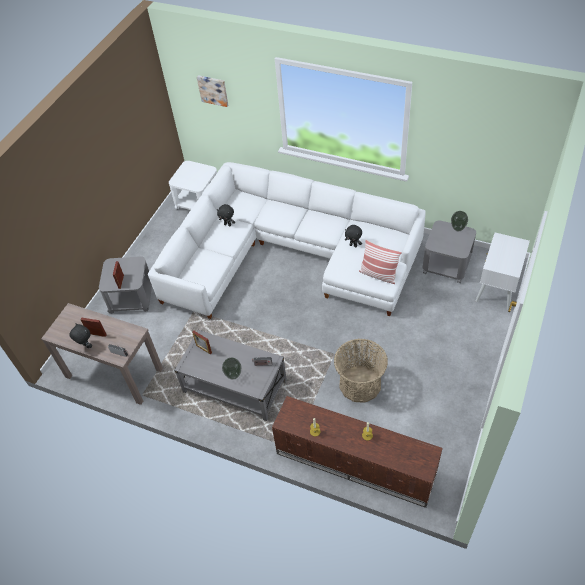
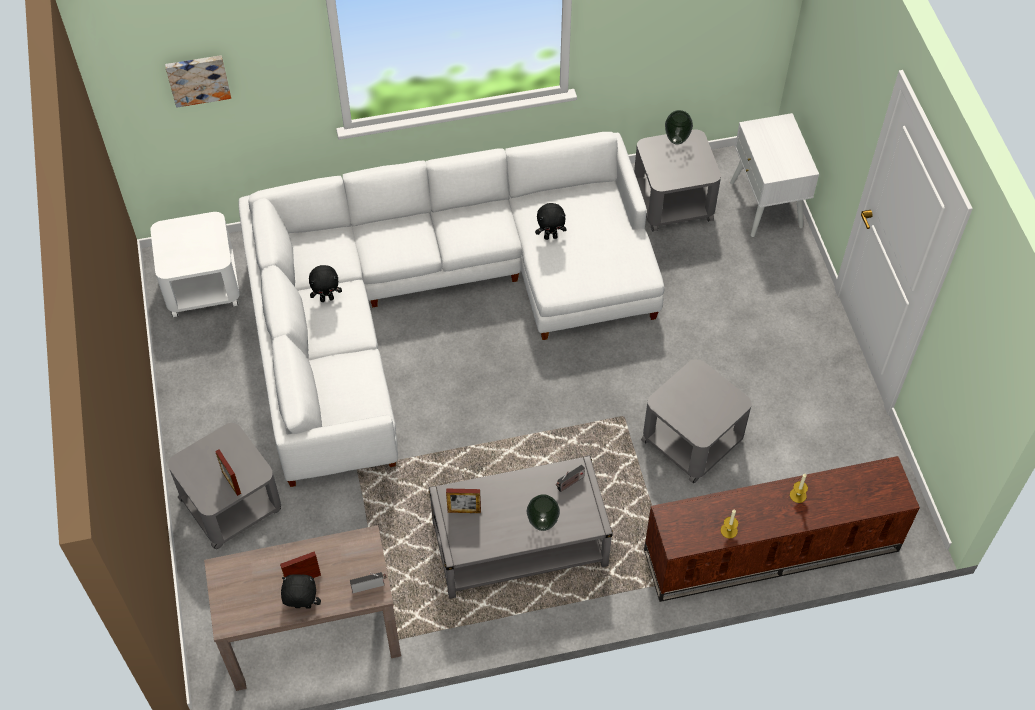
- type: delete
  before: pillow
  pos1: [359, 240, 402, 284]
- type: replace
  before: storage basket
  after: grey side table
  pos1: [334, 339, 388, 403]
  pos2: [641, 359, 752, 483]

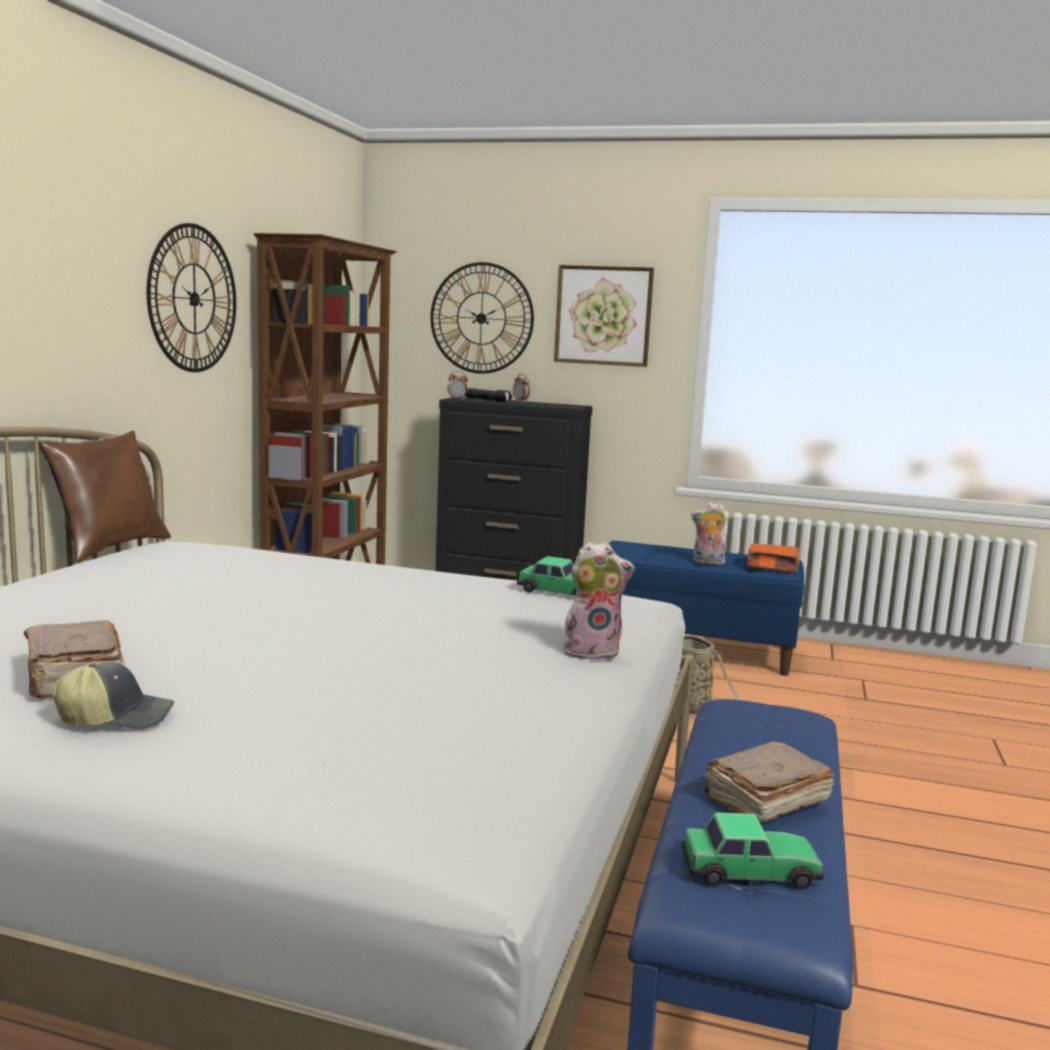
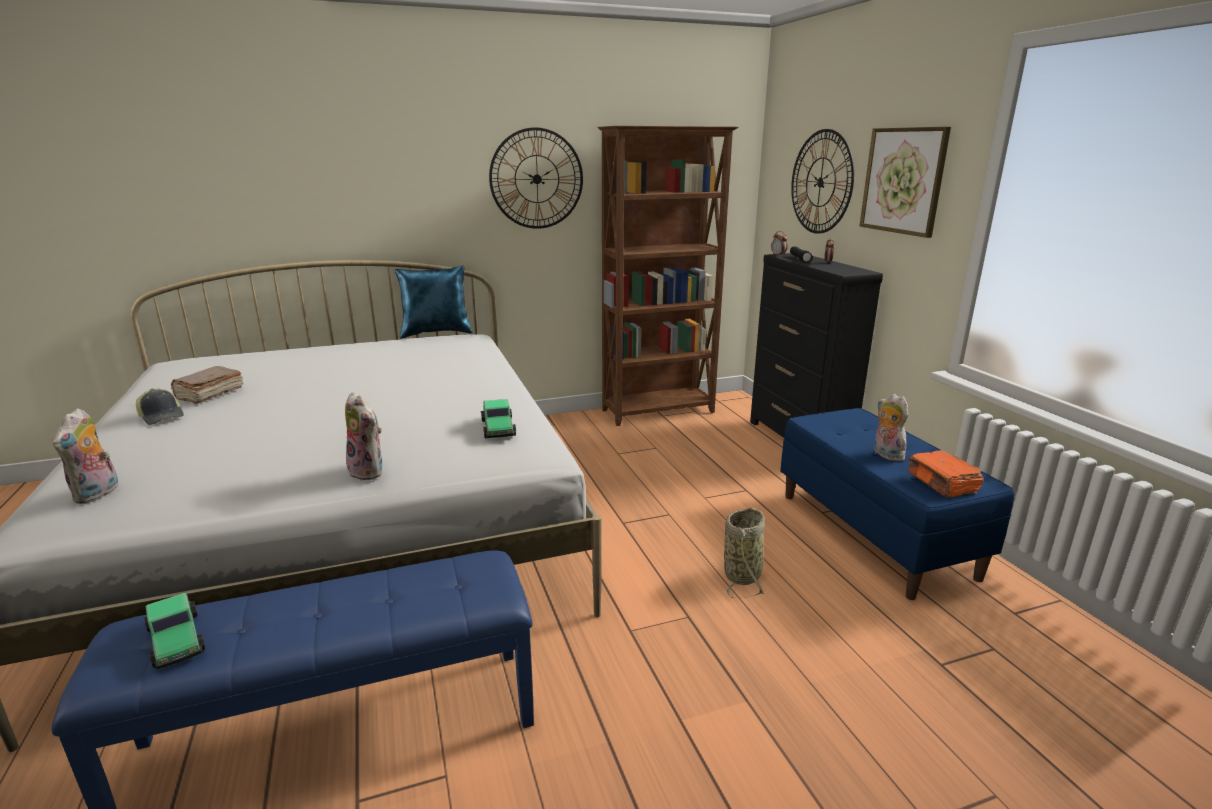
- type: recolor
  before: brown-coloured pillow
  after: bluish pillow
  pos1: [39, 430, 171, 563]
  pos2: [395, 266, 473, 338]
- type: delete
  before: brown-coloured bound book
  pos1: [704, 741, 834, 824]
- type: insert
  after: plush toy
  pos2: [52, 408, 118, 504]

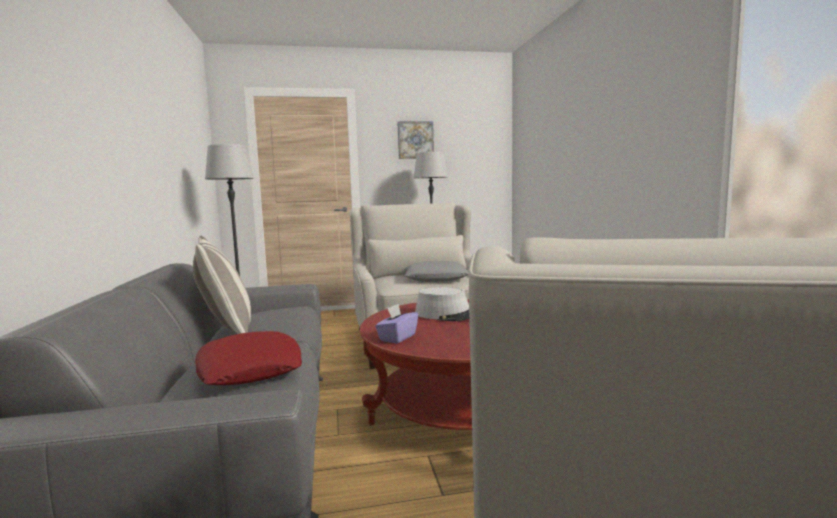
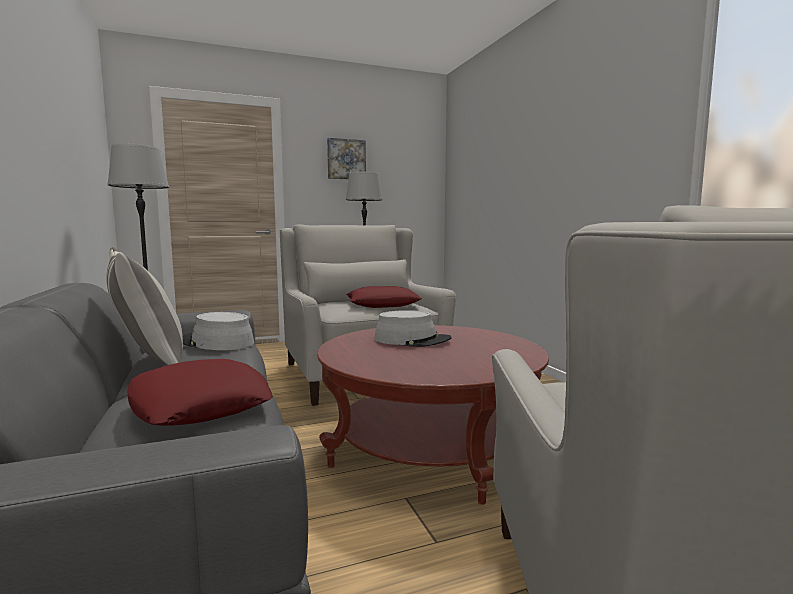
- type: recolor
  before: grey pillow
  after: red-coloured pillow
  pos1: [404, 261, 469, 282]
  pos2: [346, 286, 422, 308]
- type: delete
  before: purplish box of tissues
  pos1: [375, 304, 418, 344]
- type: insert
  after: grey clothing hat
  pos2: [183, 312, 254, 350]

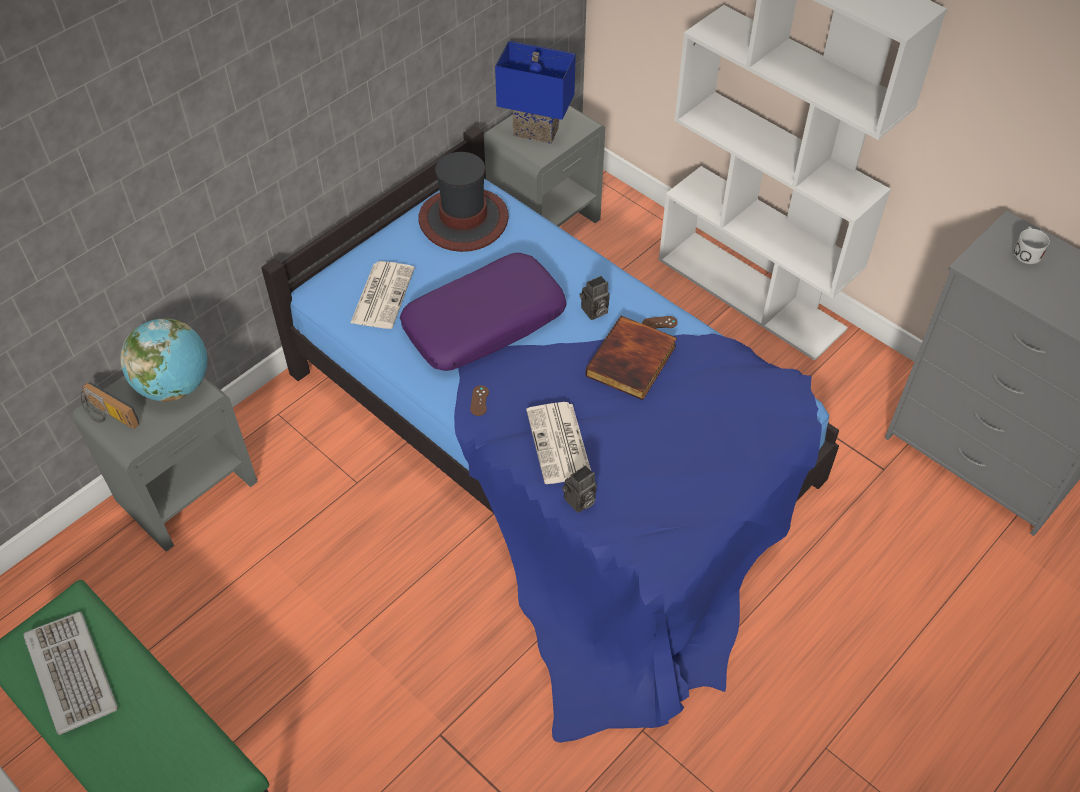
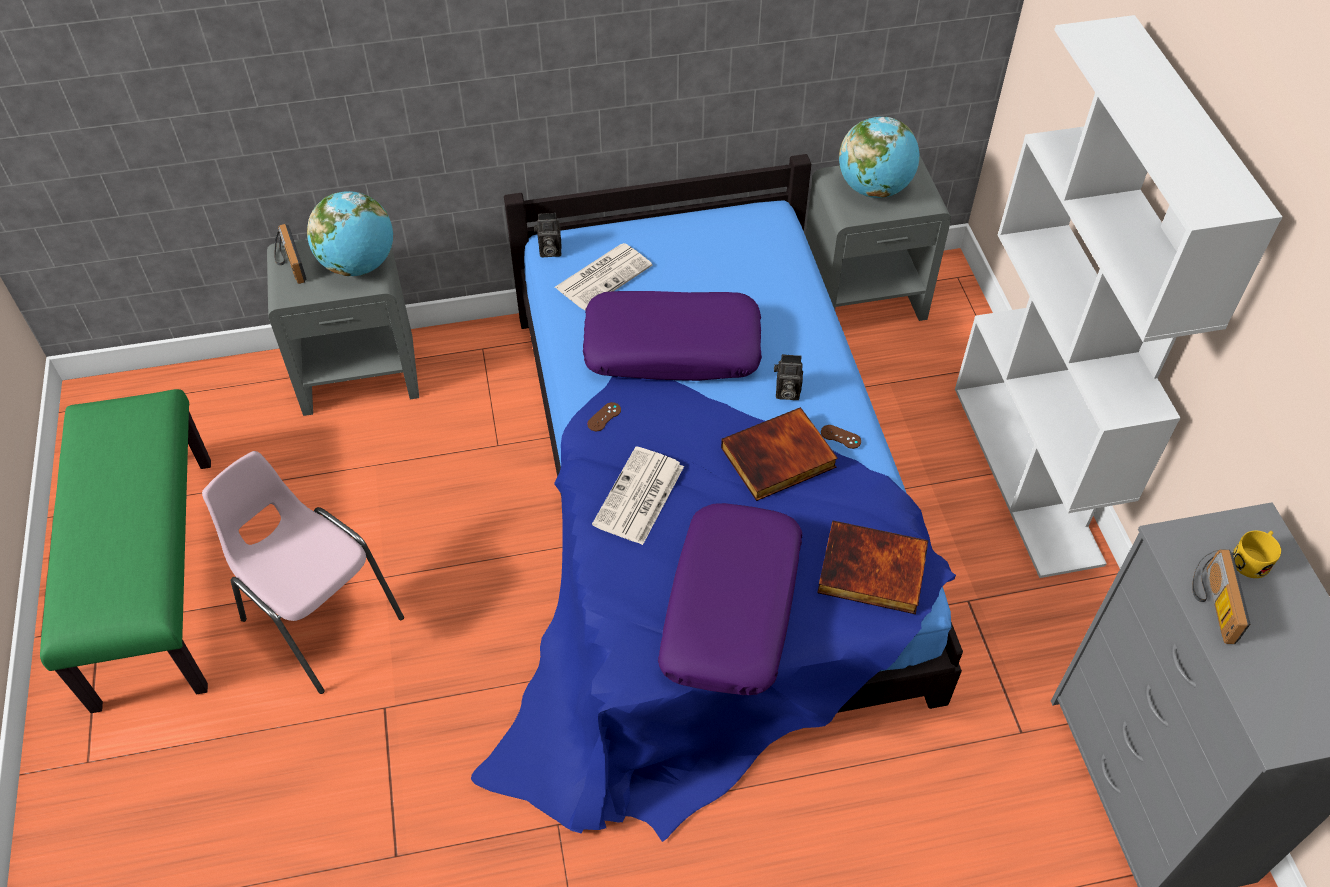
- type: replace
  before: bluish tabletop lamp
  after: globe
  pos1: [495, 41, 576, 144]
  pos2: [839, 117, 919, 198]
- type: delete
  before: clothing hat
  pos1: [418, 152, 509, 252]
- type: recolor
  before: white-coloured tea mug
  after: yellow-coloured tea mug
  pos1: [1013, 226, 1050, 264]
  pos2: [1232, 531, 1281, 578]
- type: move
  before: photo camera
  pos1: [562, 465, 597, 513]
  pos2: [534, 213, 561, 257]
- type: delete
  before: keyboard
  pos1: [24, 612, 118, 735]
- type: insert
  after: pinkish chair
  pos2: [202, 451, 404, 694]
- type: insert
  after: purplish pillow
  pos2: [658, 503, 803, 695]
- type: insert
  after: bound book
  pos2: [817, 520, 928, 614]
- type: insert
  after: radio receiver
  pos2: [1192, 549, 1250, 644]

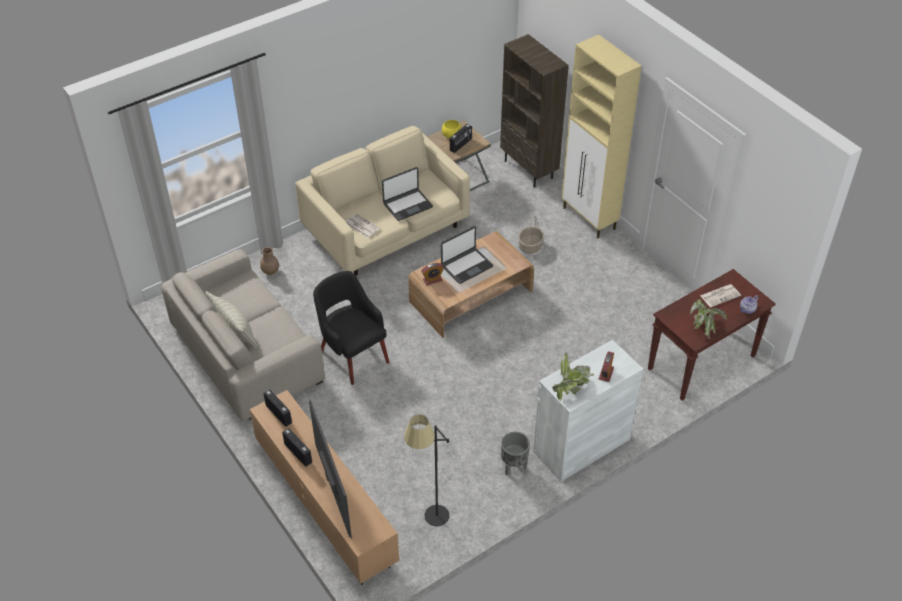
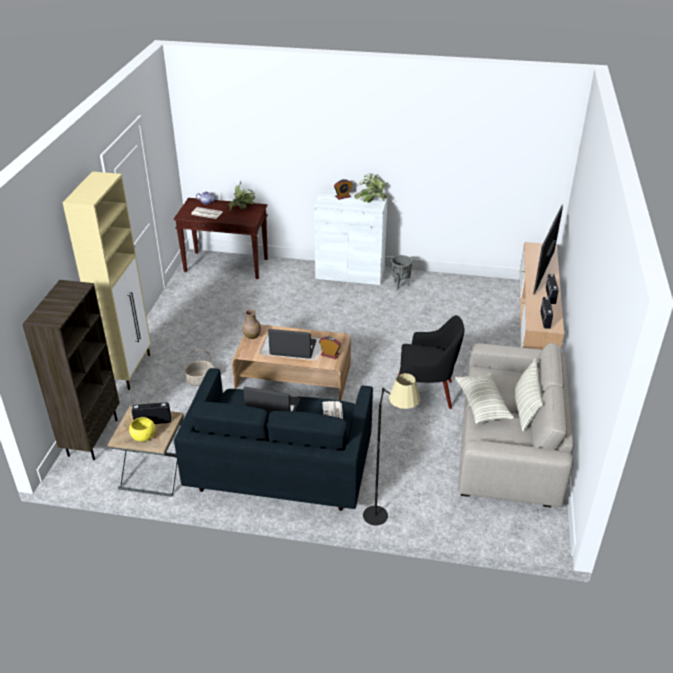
- type: recolor
  before: beige-coloured settee
  after: bluish settee
  pos1: [295, 126, 470, 276]
  pos2: [174, 368, 373, 511]
- type: move
  before: brown-coloured decorative vase
  pos1: [260, 247, 279, 275]
  pos2: [242, 309, 261, 339]
- type: rotate
  before: black-coloured lounge chair
  pos1: [313, 271, 389, 385]
  pos2: [399, 315, 465, 409]
  turn: -90
- type: move
  before: black-coloured standing lamp
  pos1: [404, 414, 450, 526]
  pos2: [363, 373, 421, 526]
- type: insert
  after: pillow
  pos2: [455, 373, 514, 424]

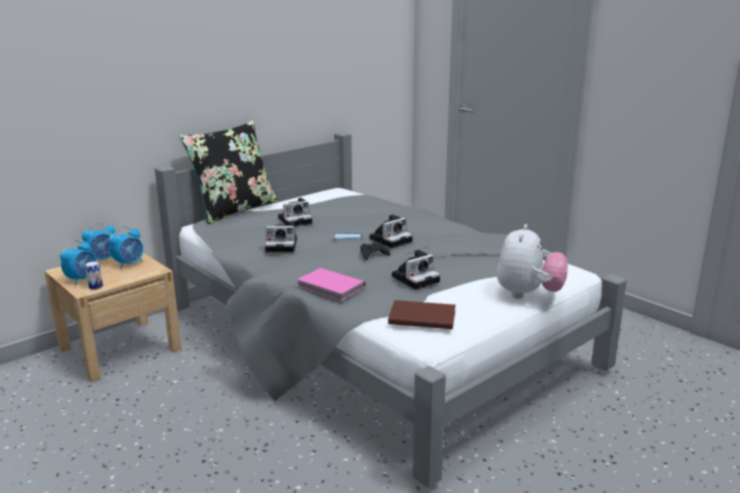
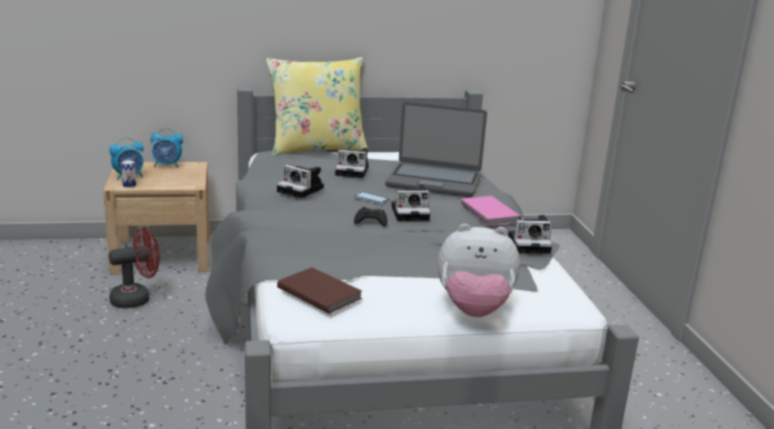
- type: recolor
  before: black-coloured pillow
  after: yellow-coloured pillow
  pos1: [179, 120, 278, 225]
  pos2: [266, 57, 368, 156]
- type: rotate
  before: plush toy
  pos1: [497, 224, 568, 299]
  pos2: [437, 224, 520, 317]
  turn: 45
- type: delete
  before: table clock
  pos1: [109, 226, 143, 269]
- type: move
  before: photo camera
  pos1: [392, 250, 440, 290]
  pos2: [508, 215, 552, 254]
- type: move
  before: pinkish bound book
  pos1: [297, 268, 366, 300]
  pos2: [461, 196, 521, 226]
- type: insert
  after: notebook computer
  pos2: [385, 101, 487, 197]
- type: insert
  after: red-coloured fan
  pos2: [109, 228, 160, 308]

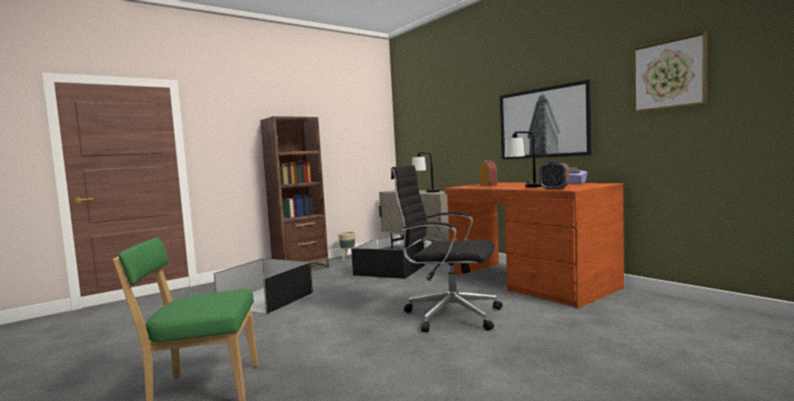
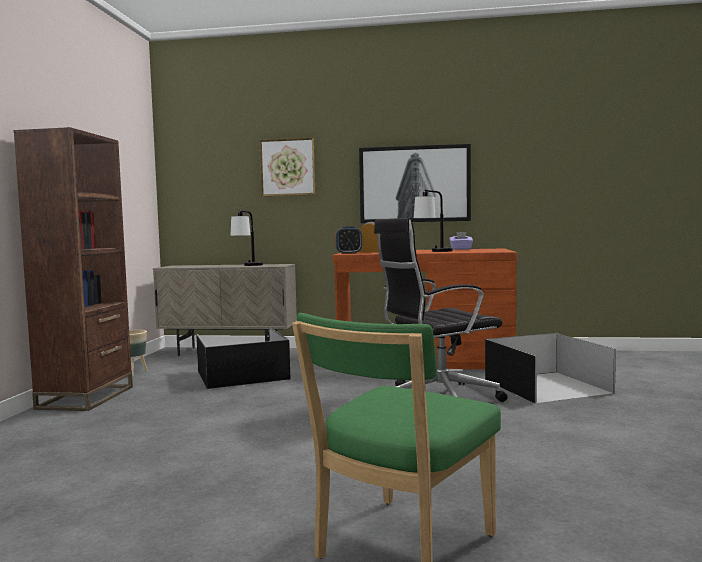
- type: move
  before: picture
  pos1: [632, 32, 707, 113]
  pos2: [259, 137, 316, 197]
- type: move
  before: table clock
  pos1: [539, 161, 570, 190]
  pos2: [335, 226, 362, 254]
- type: move
  before: black-coloured storage box
  pos1: [214, 258, 313, 314]
  pos2: [485, 333, 616, 403]

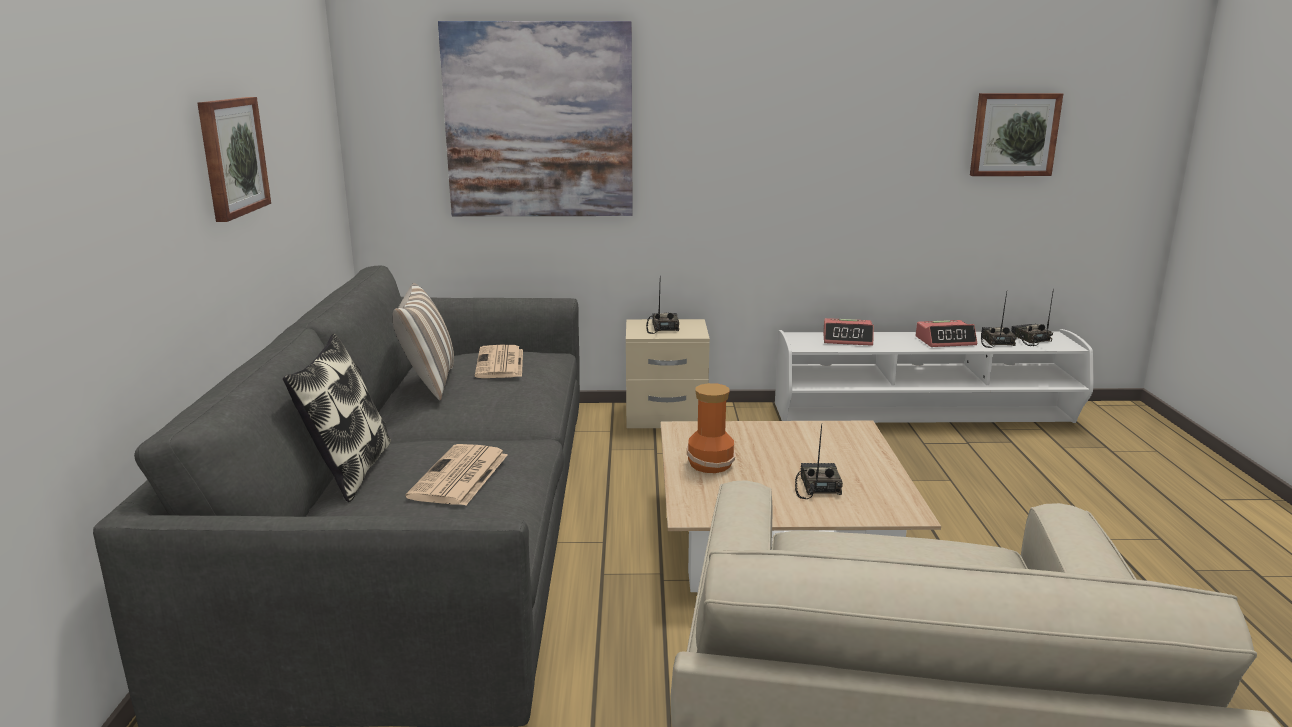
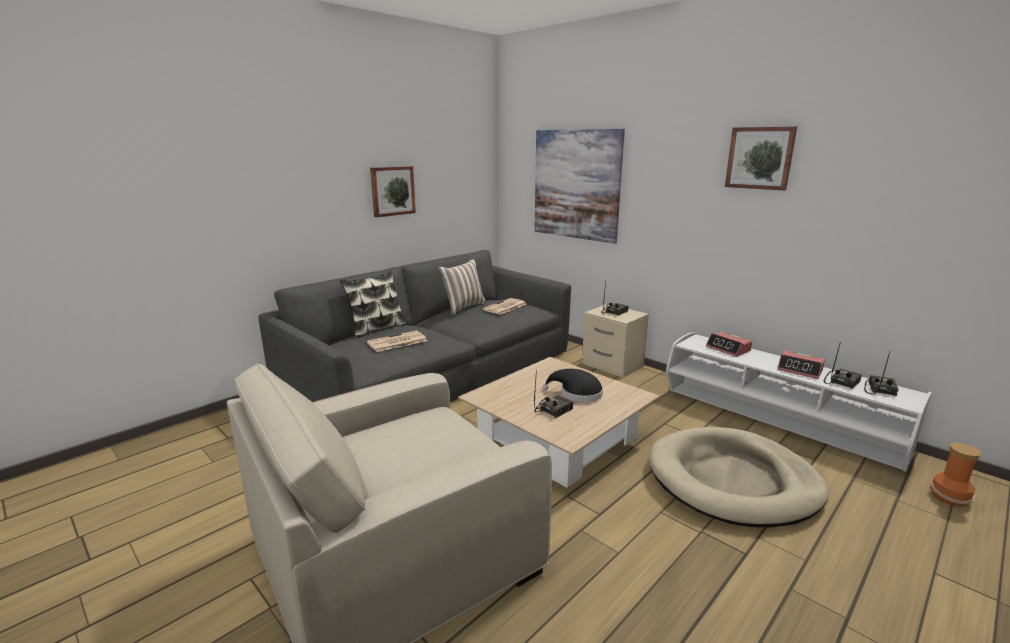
- type: move
  before: picture
  pos1: [970, 93, 1063, 176]
  pos2: [725, 126, 797, 191]
- type: move
  before: decorative vase
  pos1: [687, 383, 735, 473]
  pos2: [930, 443, 981, 507]
- type: insert
  after: black-coloured clothing hat
  pos2: [543, 369, 603, 402]
- type: insert
  after: beige-coloured dog bed
  pos2: [649, 427, 829, 527]

